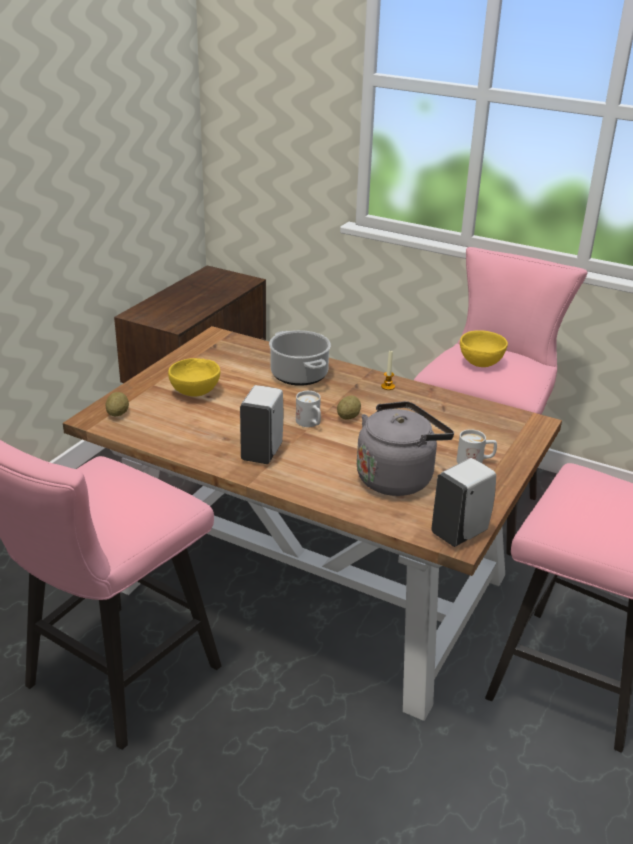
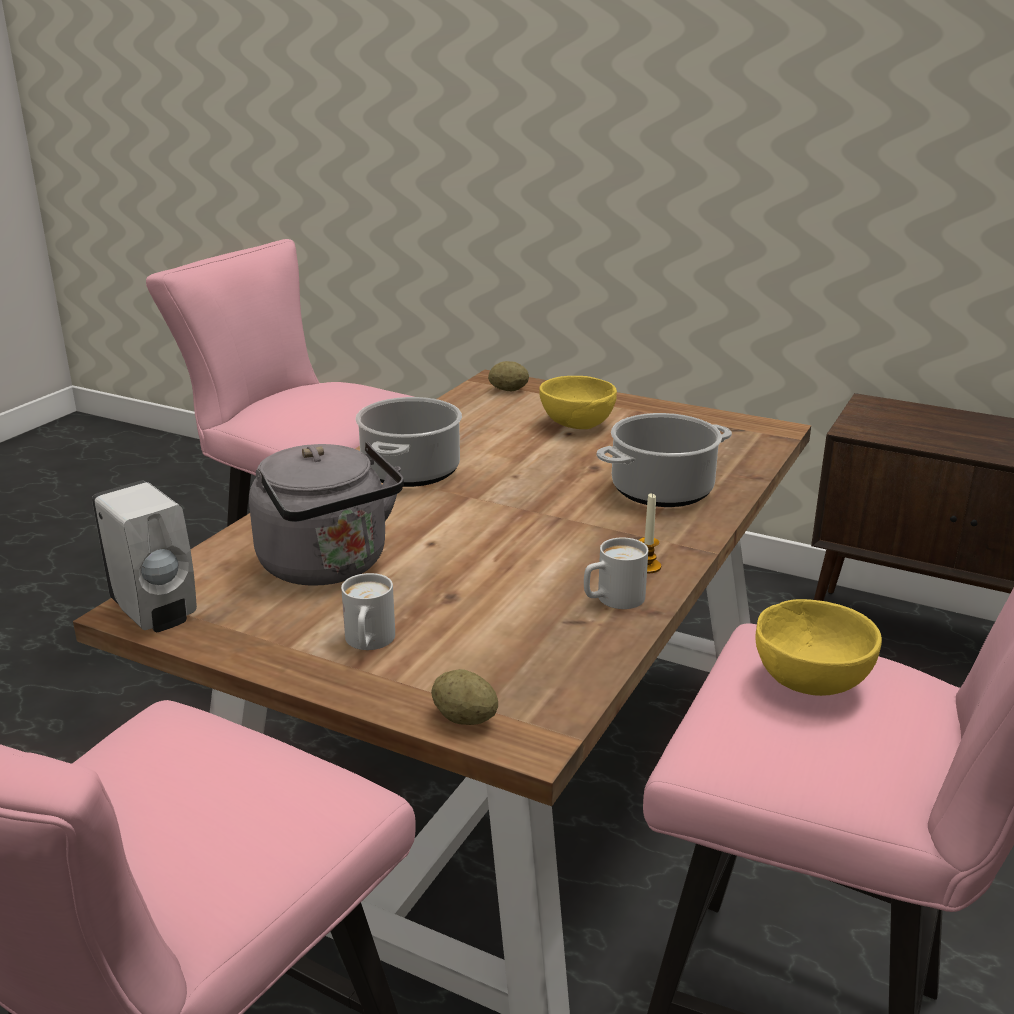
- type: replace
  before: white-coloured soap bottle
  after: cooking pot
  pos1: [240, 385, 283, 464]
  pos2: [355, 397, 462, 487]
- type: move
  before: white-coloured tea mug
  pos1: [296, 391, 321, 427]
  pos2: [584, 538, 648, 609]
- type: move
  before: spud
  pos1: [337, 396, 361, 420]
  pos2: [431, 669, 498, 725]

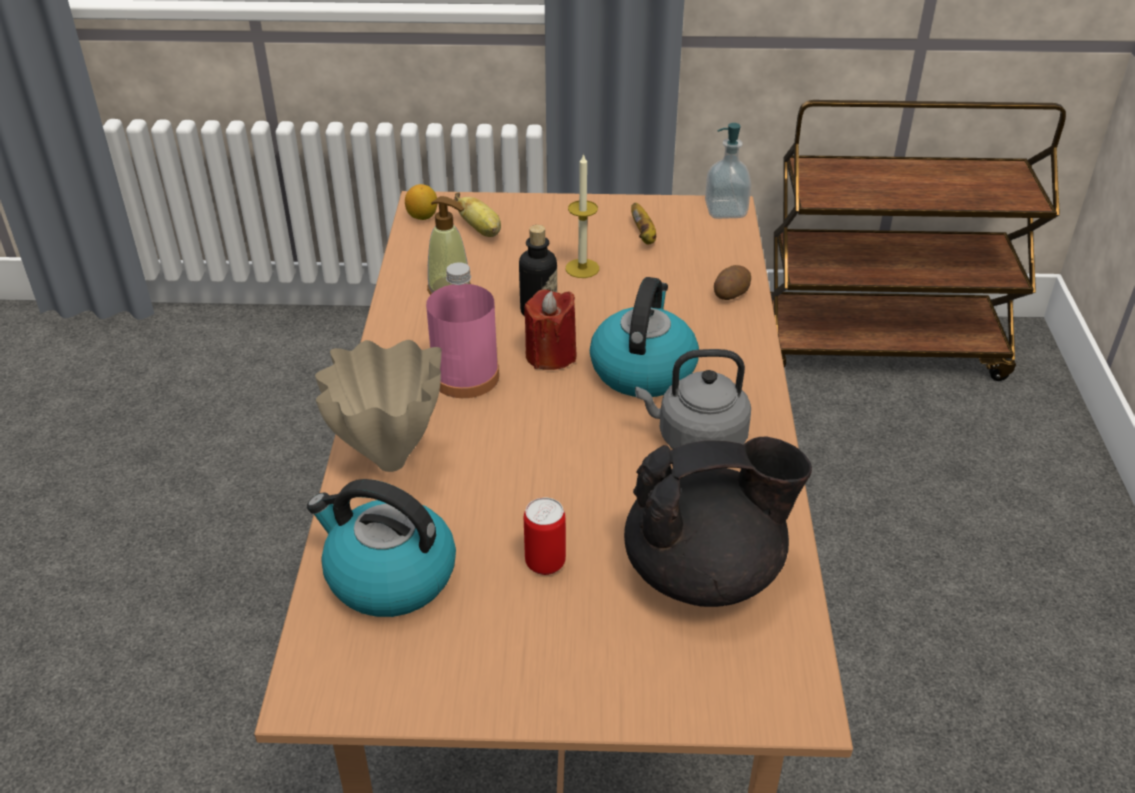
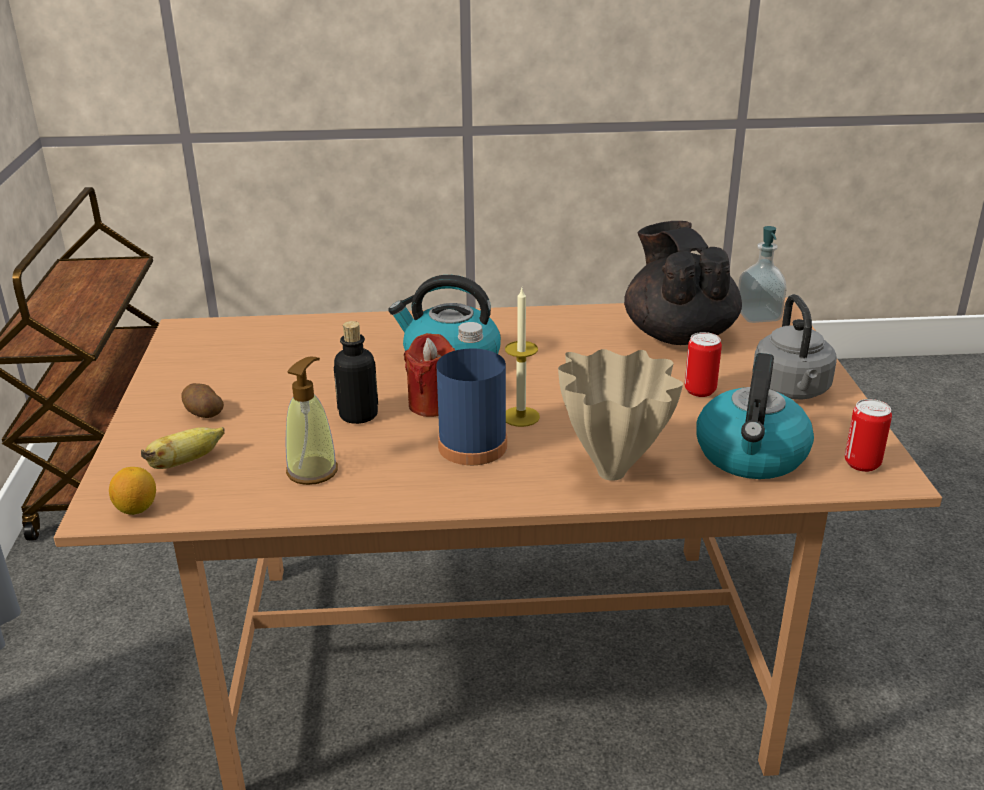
- type: move
  before: soap bottle
  pos1: [705, 123, 751, 219]
  pos2: [738, 226, 787, 323]
- type: move
  before: wax candle
  pos1: [566, 153, 599, 278]
  pos2: [505, 288, 540, 427]
- type: delete
  before: whole banana
  pos1: [631, 203, 656, 245]
- type: recolor
  before: pinkish bottle
  after: bluish bottle
  pos1: [426, 262, 499, 398]
  pos2: [436, 322, 507, 465]
- type: move
  before: spud
  pos1: [714, 265, 751, 300]
  pos2: [181, 383, 224, 418]
- type: move
  before: grey water kettle
  pos1: [635, 349, 751, 449]
  pos2: [752, 294, 837, 400]
- type: insert
  after: sealed can
  pos2: [845, 399, 892, 472]

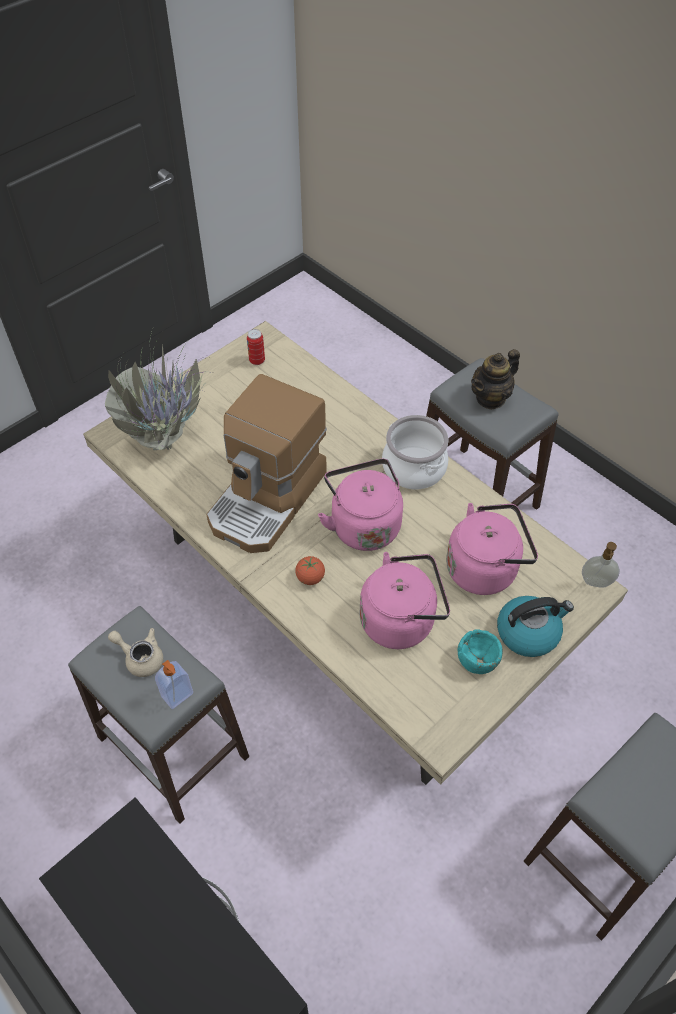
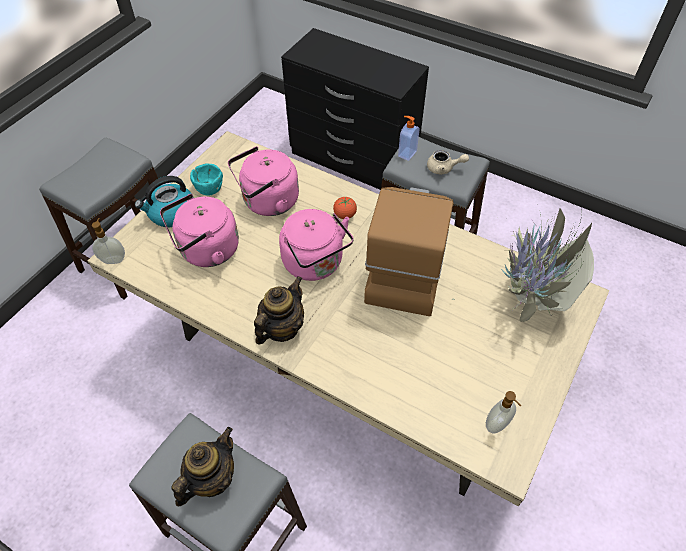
- type: replace
  before: sealed can
  after: soap bottle
  pos1: [247, 329, 265, 365]
  pos2: [486, 391, 521, 433]
- type: replace
  before: cooking pot
  after: tea pot
  pos1: [382, 415, 448, 489]
  pos2: [254, 276, 304, 344]

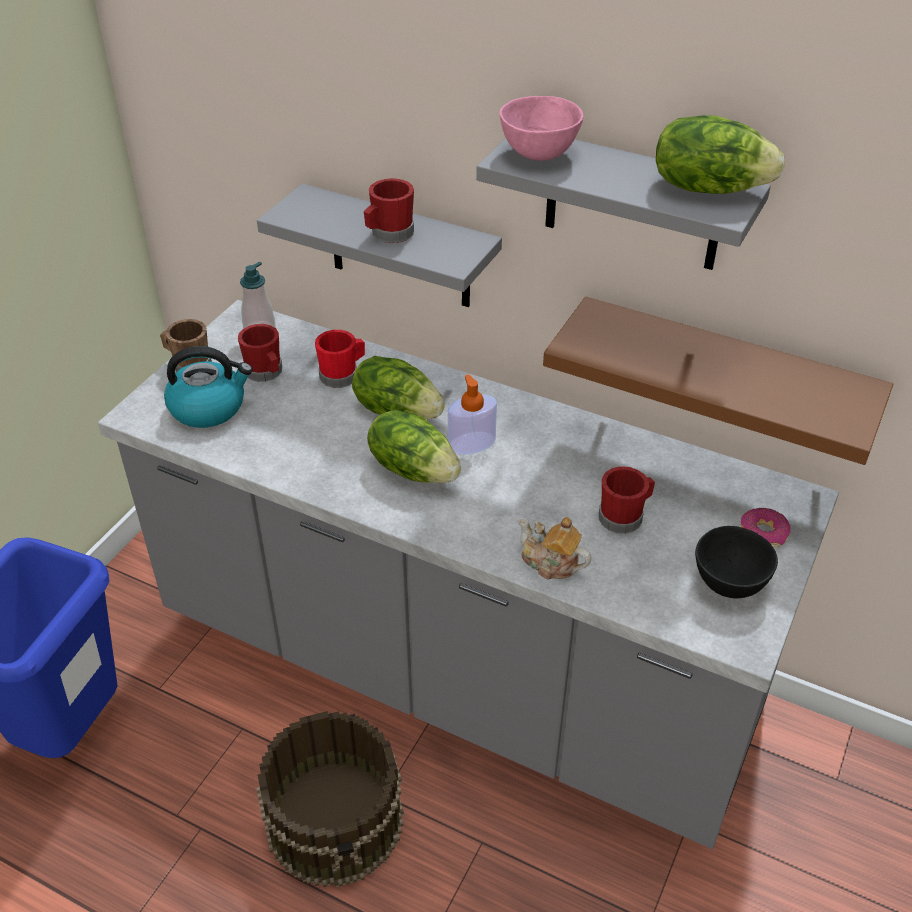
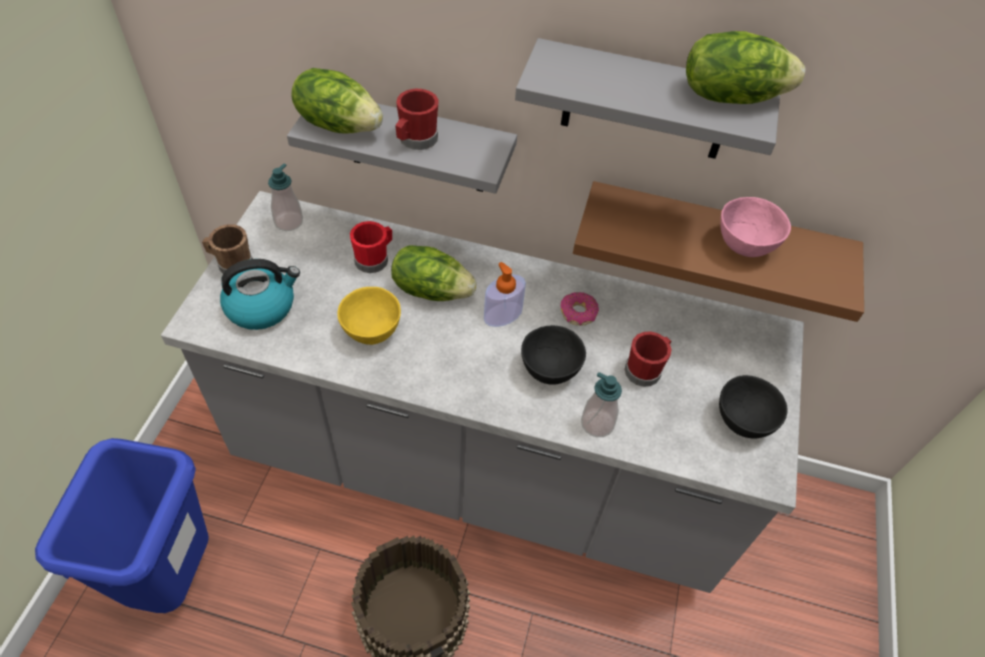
- type: move
  before: pinkish deep dish
  pos1: [500, 96, 583, 161]
  pos2: [720, 197, 791, 257]
- type: delete
  before: red-coloured tea mug
  pos1: [238, 324, 282, 382]
- type: move
  before: lettuce
  pos1: [367, 409, 461, 483]
  pos2: [291, 68, 383, 134]
- type: move
  before: donut
  pos1: [741, 508, 791, 548]
  pos2: [561, 292, 599, 326]
- type: replace
  before: tea pot
  after: soap bottle
  pos1: [519, 517, 591, 580]
  pos2: [581, 372, 622, 437]
- type: insert
  after: yellow-coloured deep dish
  pos2: [337, 287, 401, 345]
- type: insert
  after: black-coloured deep dish
  pos2: [521, 325, 586, 385]

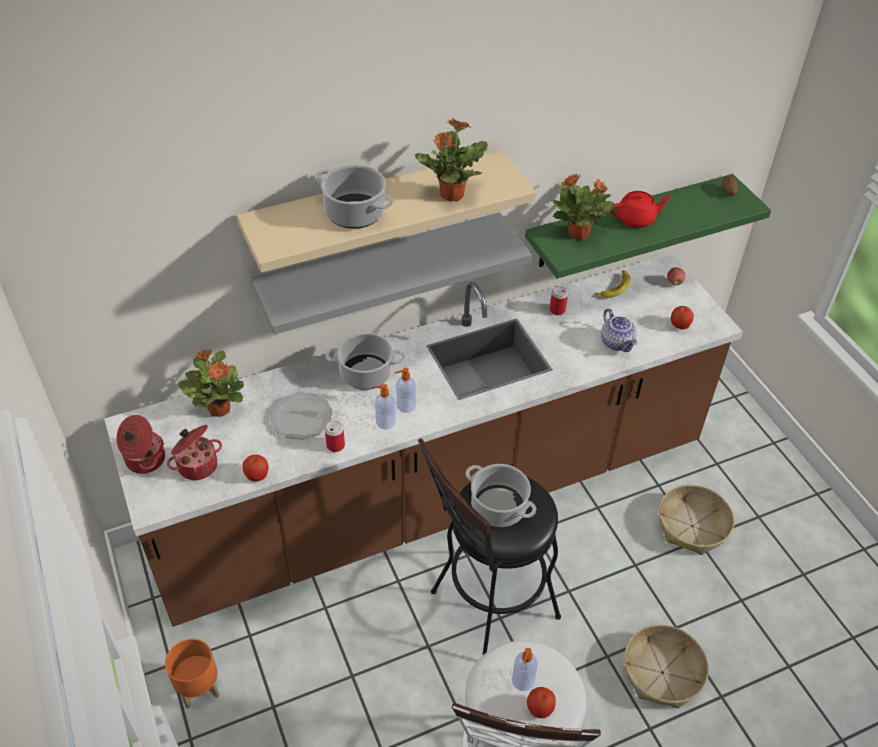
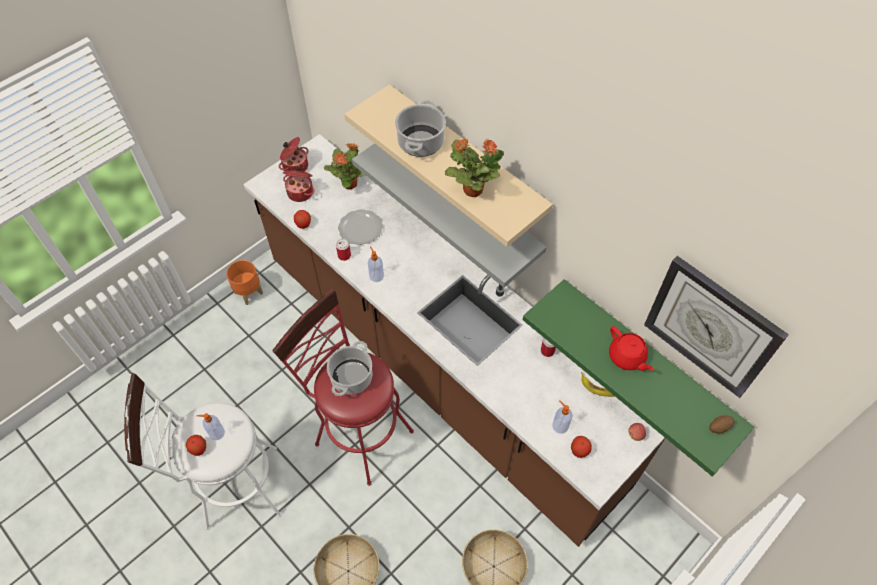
- type: delete
  before: plant in a pot
  pos1: [553, 174, 615, 240]
- type: delete
  before: tea pot
  pos1: [601, 308, 637, 352]
- type: delete
  before: cooking pot
  pos1: [325, 332, 405, 390]
- type: move
  before: soap bottle
  pos1: [394, 368, 416, 413]
  pos2: [552, 400, 573, 434]
- type: recolor
  before: black-coloured stool
  after: red-coloured stool
  pos1: [418, 439, 561, 656]
  pos2: [272, 289, 414, 486]
- type: insert
  after: hanging clock
  pos2: [644, 256, 789, 398]

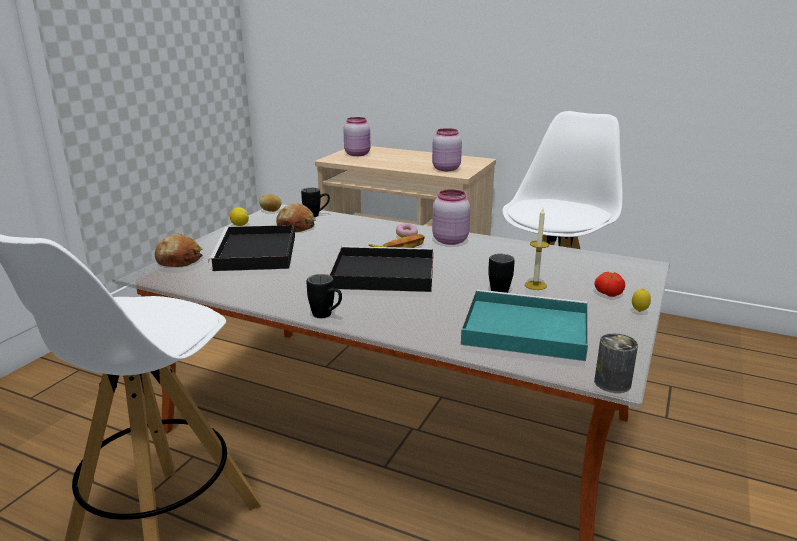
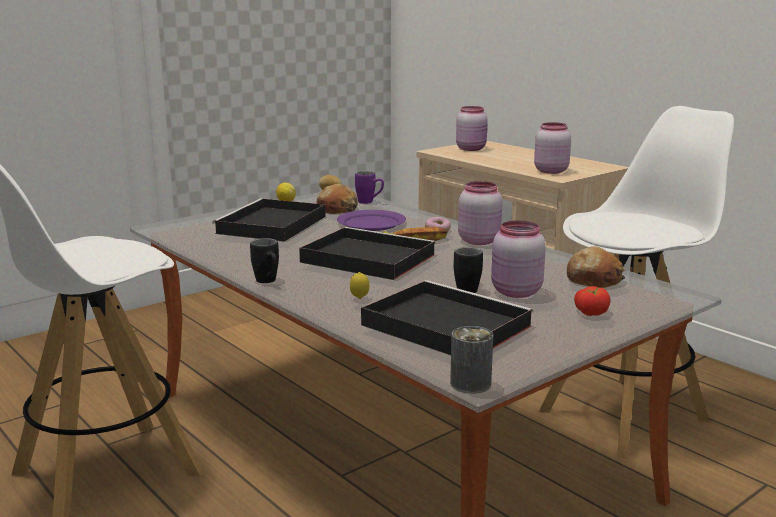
- type: recolor
  before: black-coloured tea mug
  after: purplish tea mug
  pos1: [301, 188, 330, 217]
  pos2: [355, 171, 384, 204]
- type: replace
  before: wax candle
  after: pinkish storage jar
  pos1: [525, 208, 549, 290]
  pos2: [491, 220, 546, 298]
- type: move
  before: baked bread
  pos1: [155, 233, 203, 267]
  pos2: [567, 246, 625, 288]
- type: move
  before: whole lemon
  pos1: [632, 288, 651, 312]
  pos2: [350, 272, 369, 299]
- type: recolor
  before: blue-green carrying tray
  after: black-coloured carrying tray
  pos1: [461, 289, 588, 361]
  pos2: [361, 280, 534, 355]
- type: insert
  after: purplish flat dish
  pos2: [337, 210, 406, 231]

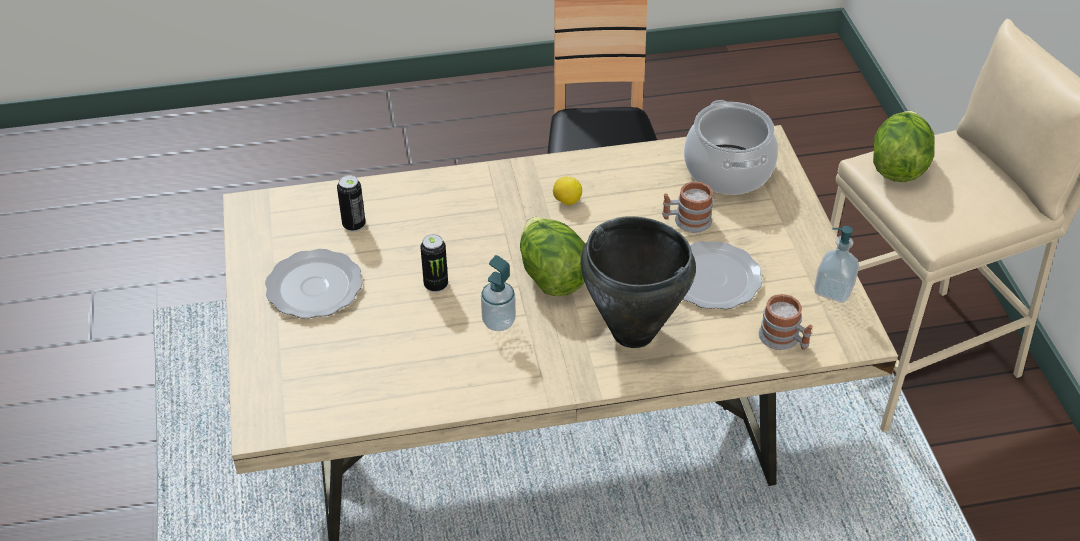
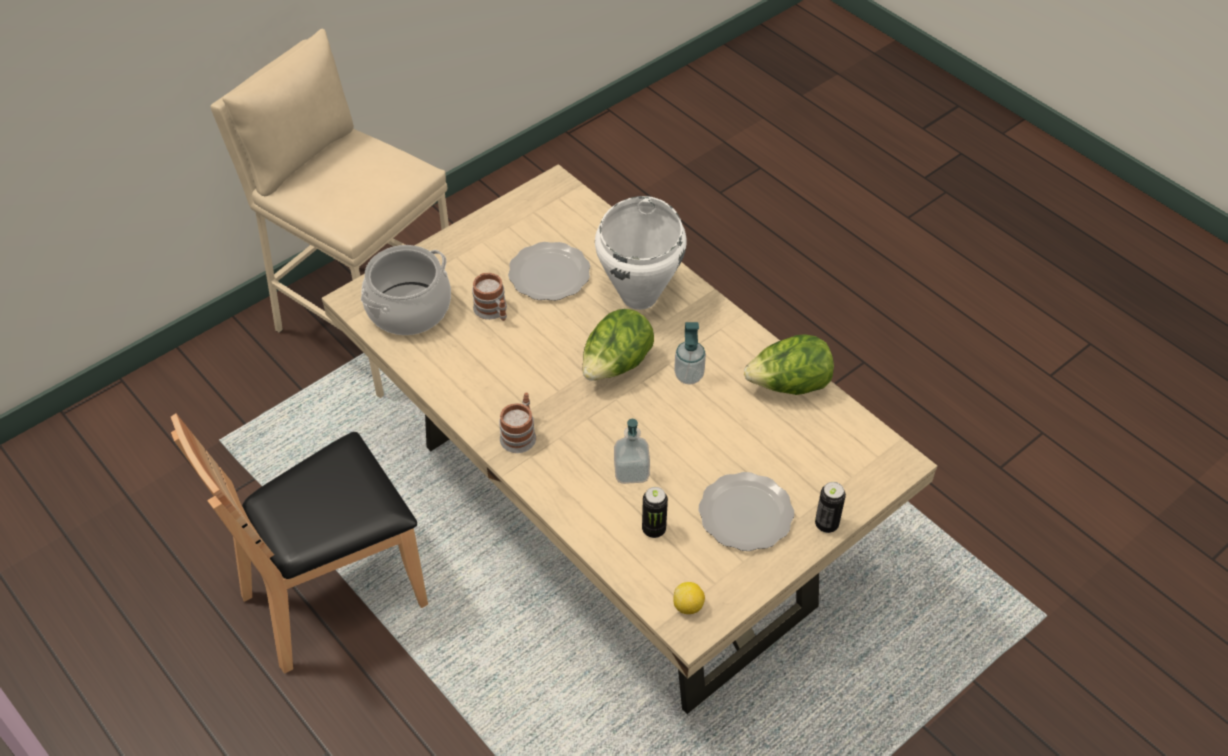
- type: move
  before: lettuce
  pos1: [873, 111, 935, 182]
  pos2: [744, 334, 834, 395]
- type: move
  before: whole lemon
  pos1: [553, 177, 582, 205]
  pos2: [673, 582, 705, 614]
- type: recolor
  before: black-coloured cooking pot
  after: white-coloured cooking pot
  pos1: [581, 216, 696, 348]
  pos2: [595, 196, 687, 310]
- type: move
  before: soap bottle
  pos1: [814, 226, 859, 303]
  pos2: [614, 419, 650, 484]
- type: move
  before: sealed can
  pos1: [420, 234, 448, 292]
  pos2: [815, 482, 846, 533]
- type: move
  before: tea mug
  pos1: [759, 294, 813, 350]
  pos2: [499, 392, 536, 453]

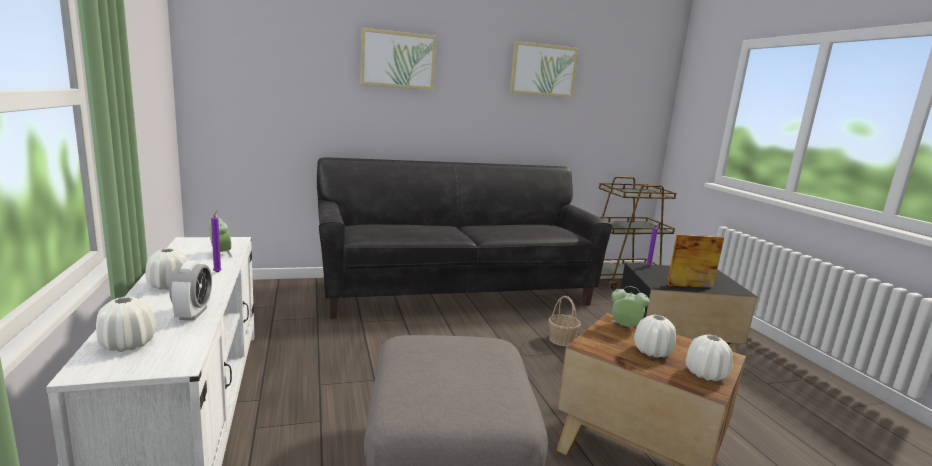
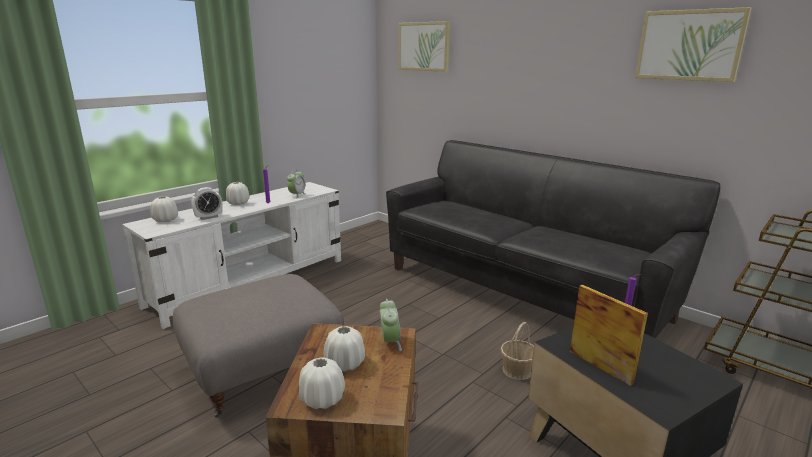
- type: move
  before: picture
  pos1: [360, 28, 436, 90]
  pos2: [399, 21, 450, 72]

